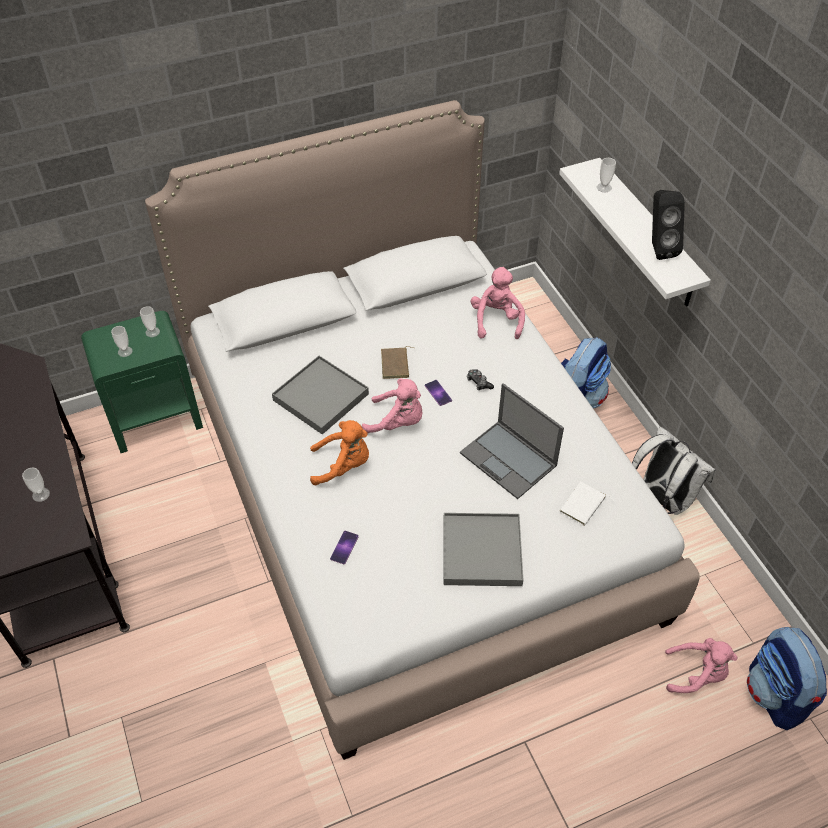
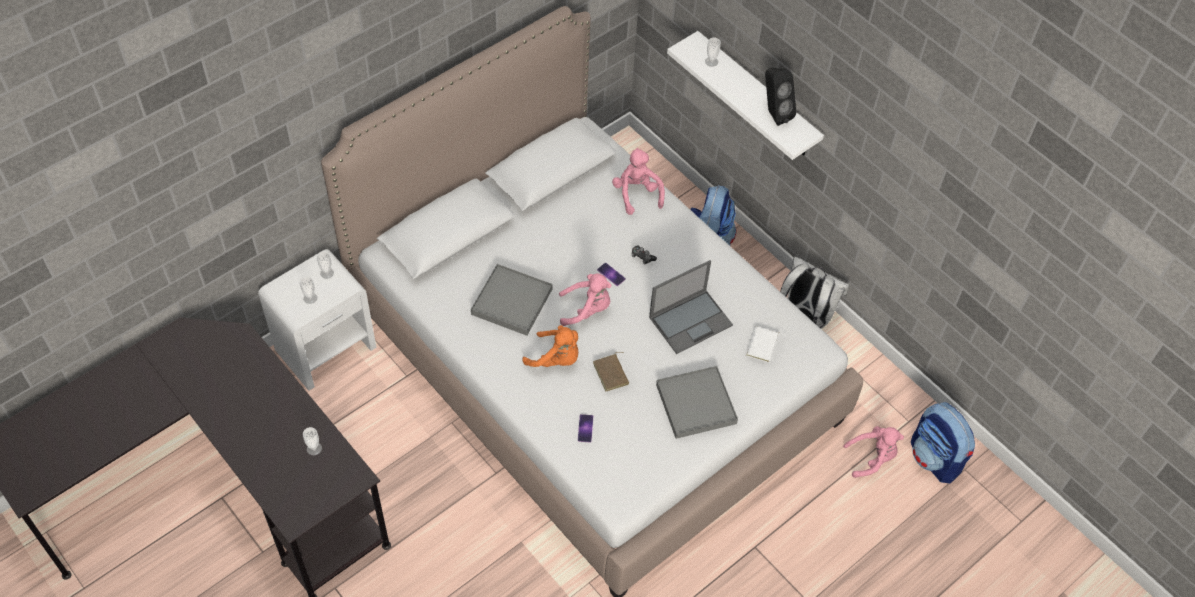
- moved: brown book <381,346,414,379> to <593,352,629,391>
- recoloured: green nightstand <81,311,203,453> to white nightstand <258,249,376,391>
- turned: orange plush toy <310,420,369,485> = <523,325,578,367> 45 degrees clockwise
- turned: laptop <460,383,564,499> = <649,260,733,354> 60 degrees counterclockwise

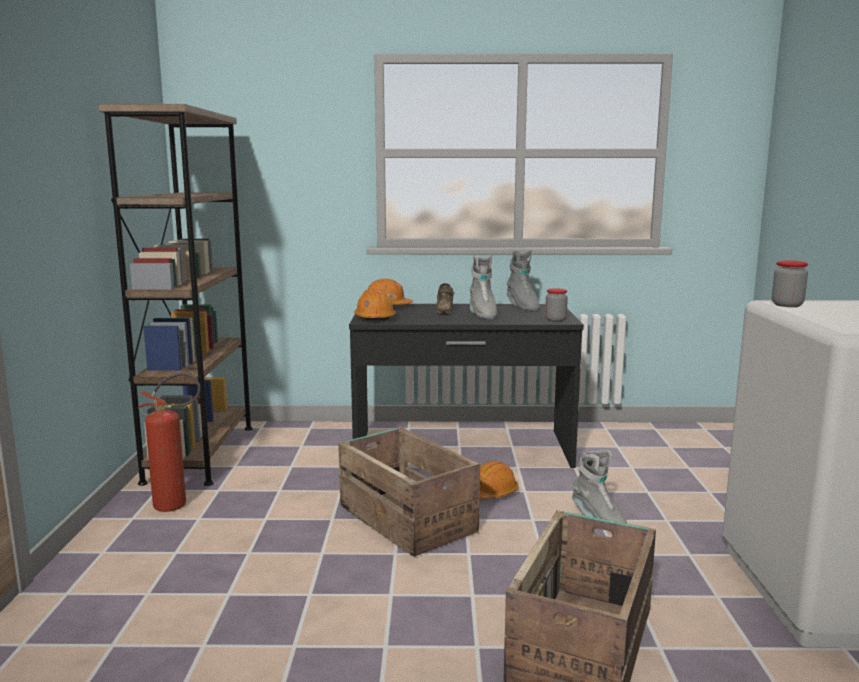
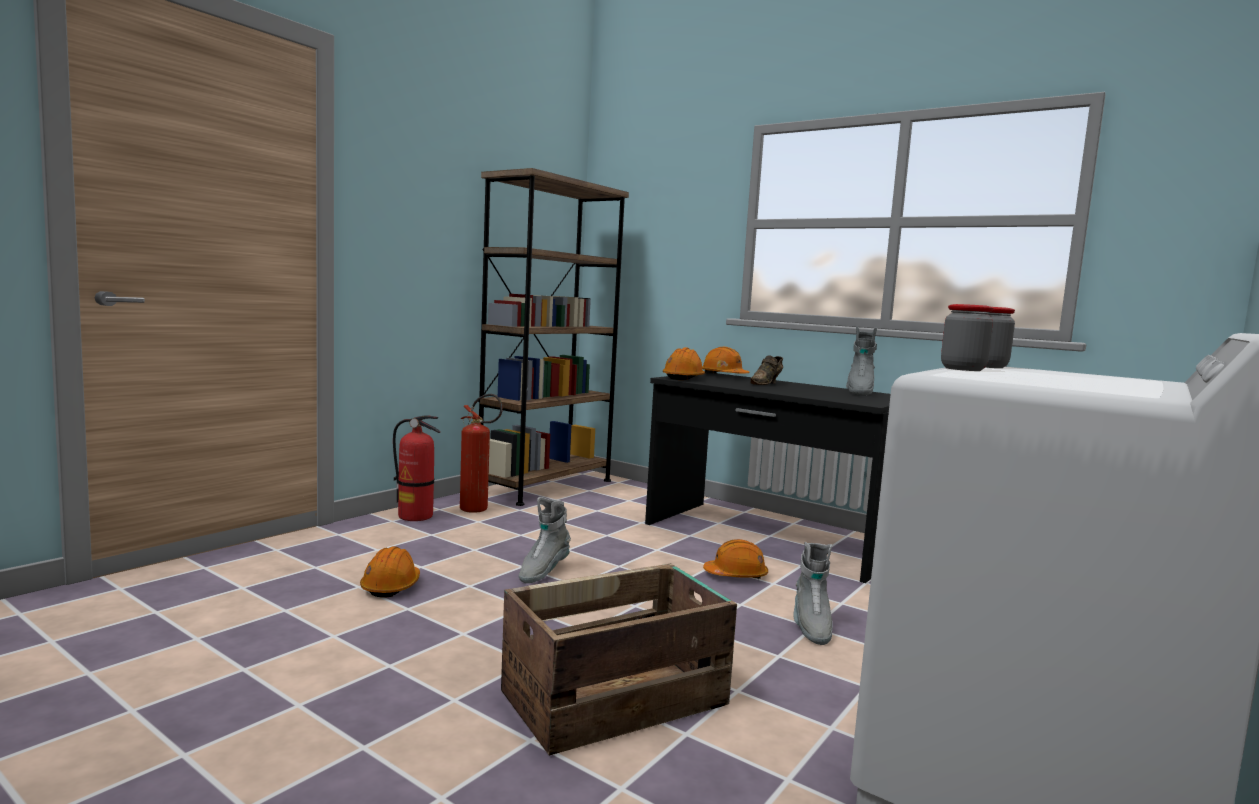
- removed: crate <338,427,480,557>
- added: orange hard hat <360,546,420,598>
- added: fire extinguisher <393,416,440,521>
- moved: grey boot <469,255,497,320> to <519,497,571,583>
- moved: jar <545,288,568,322> to <941,304,994,371>

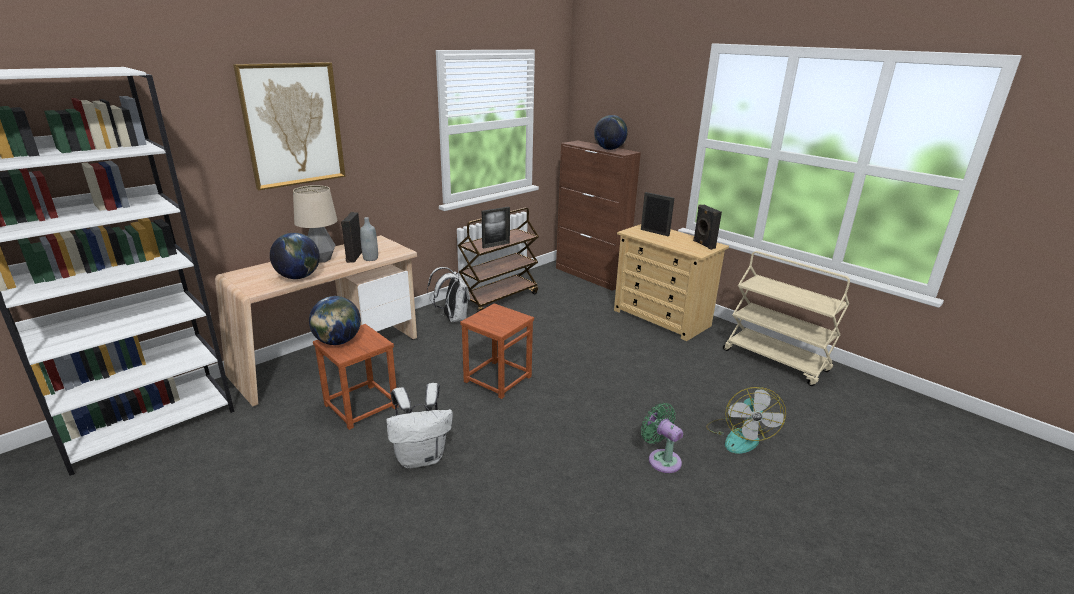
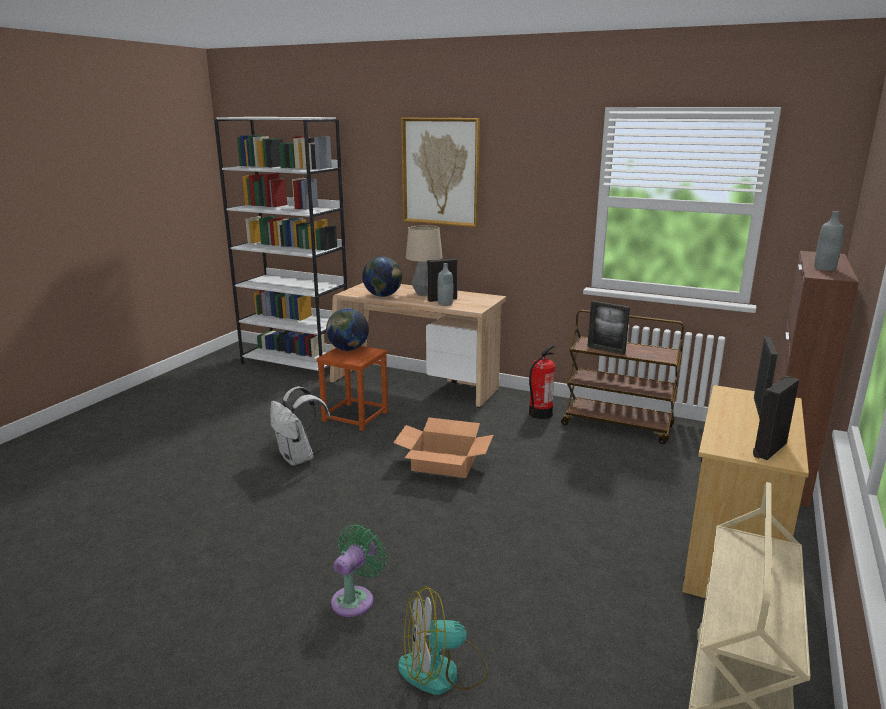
- replaced: white backpack <427,267,470,322> to fire extinguisher <529,345,555,419>
- replaced: brown stool <460,303,534,399> to cardboard box <393,417,493,478>
- replaced: globe <594,115,628,150> to grey bottle <814,211,844,271>

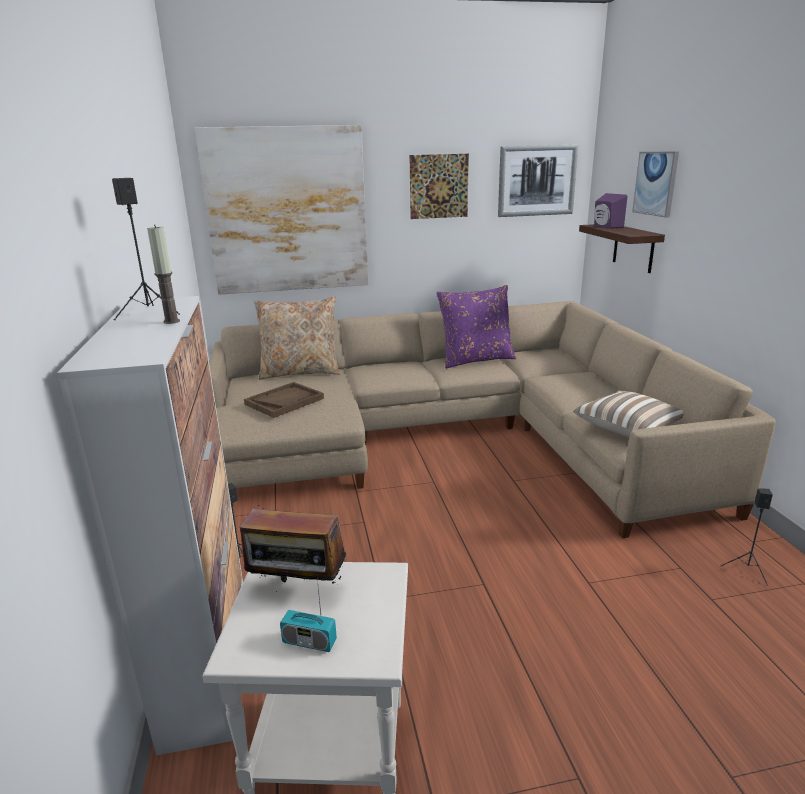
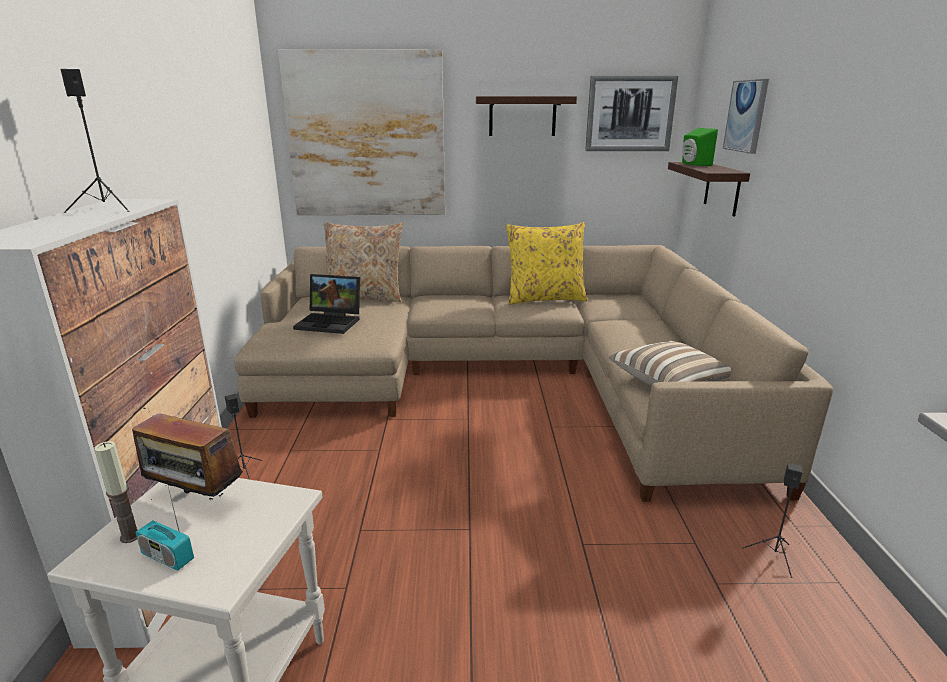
- moved: candle <147,224,180,324> to <94,441,137,543>
- replaced: brown tray <244,382,324,418> to laptop <293,274,360,334>
- replaced: picture <410,154,469,219> to shelf <476,96,577,136>
- recoloured: purple pillow <437,285,516,368> to yellow pillow <506,222,588,305>
- recoloured: purple speaker <594,193,628,228> to green speaker <682,128,718,166>

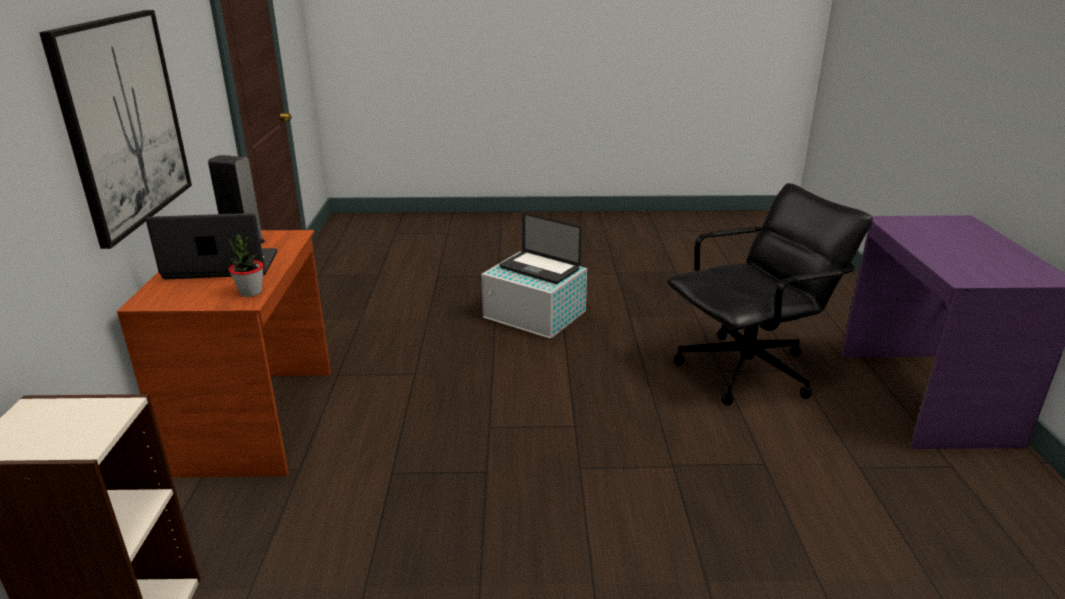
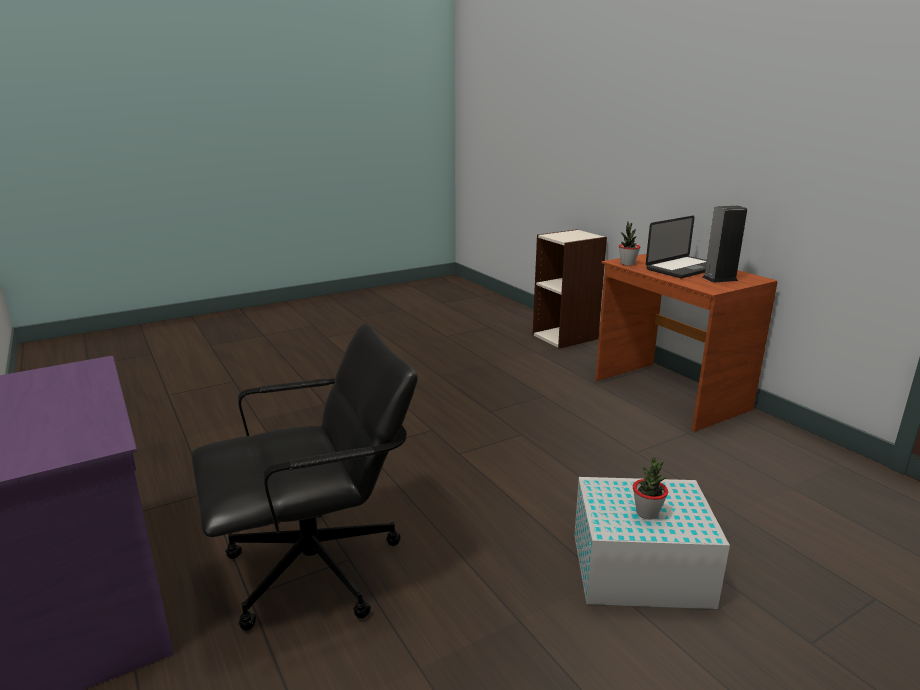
- removed: picture <39,10,192,249>
- replaced: laptop <499,213,582,284> to potted plant <633,457,668,520>
- turned: black office chair <667,183,873,406> = <191,323,418,631> 150 degrees counterclockwise

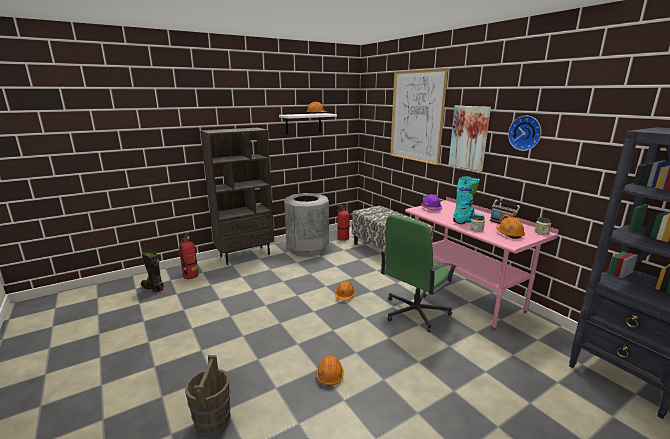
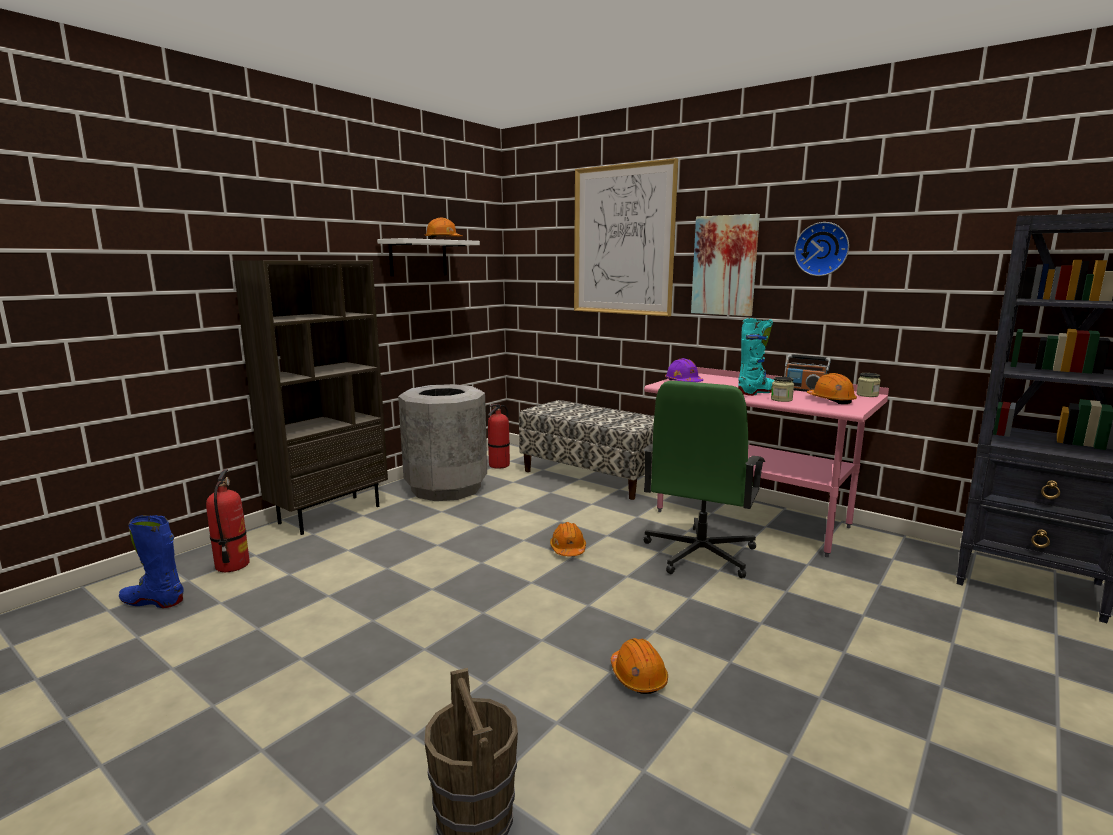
- recoloured: black boot <141,250,164,292> to blue boot <119,515,184,608>

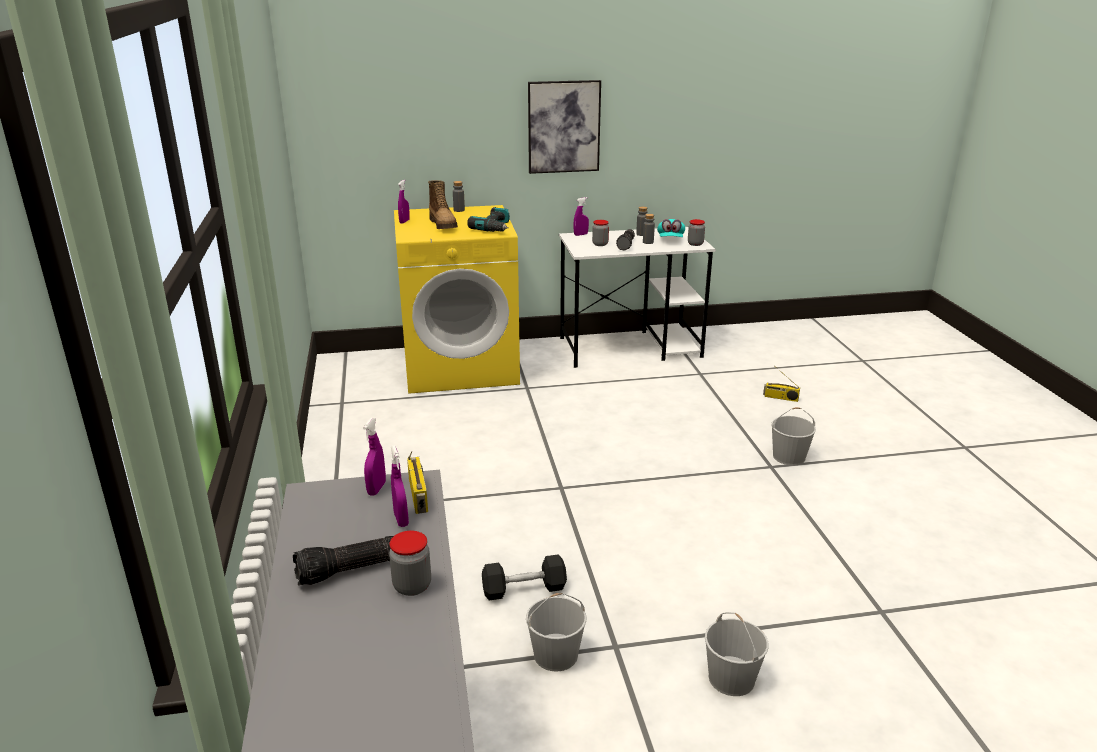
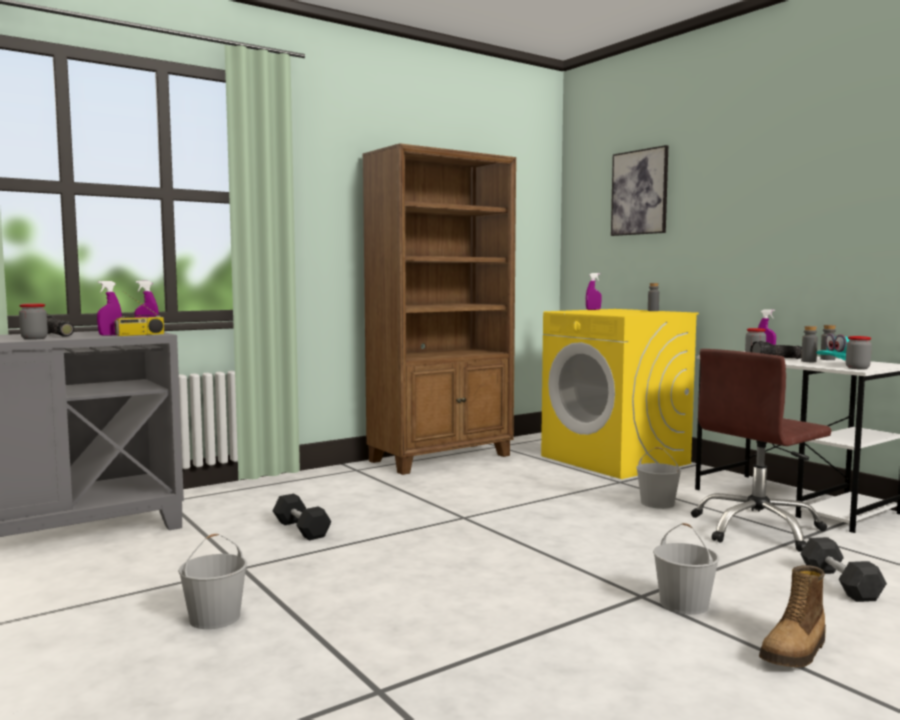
- removed: power drill <467,207,510,232>
- added: brown bookcase <362,143,516,475>
- added: brown office chair <691,349,832,552>
- moved: boot <428,180,458,229> to <759,565,826,667>
- moved: white bucket <526,593,586,672> to <636,447,681,509>
- moved: picture <528,80,601,174> to <611,145,668,236>
- replaced: radio <763,368,800,402> to grey dumbbell <800,537,887,602>

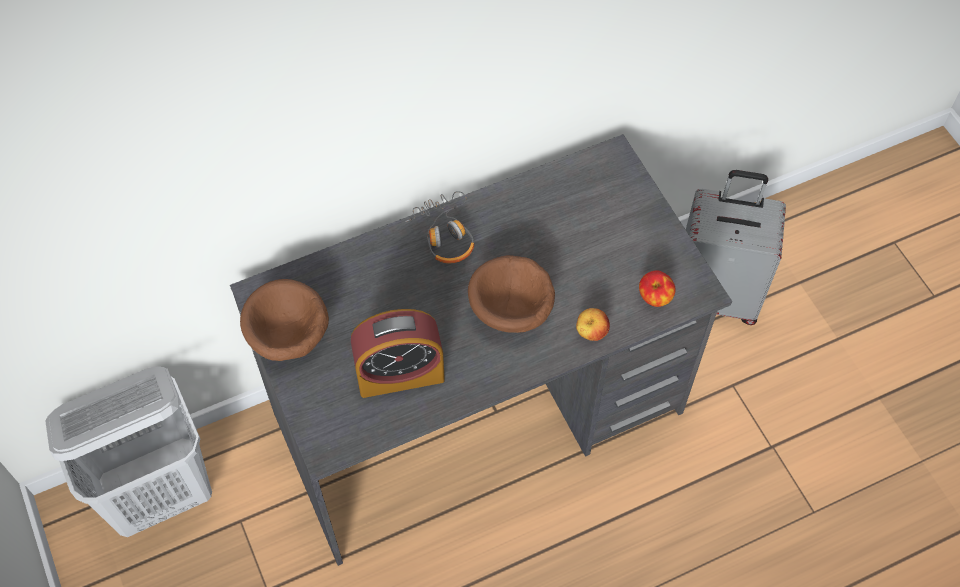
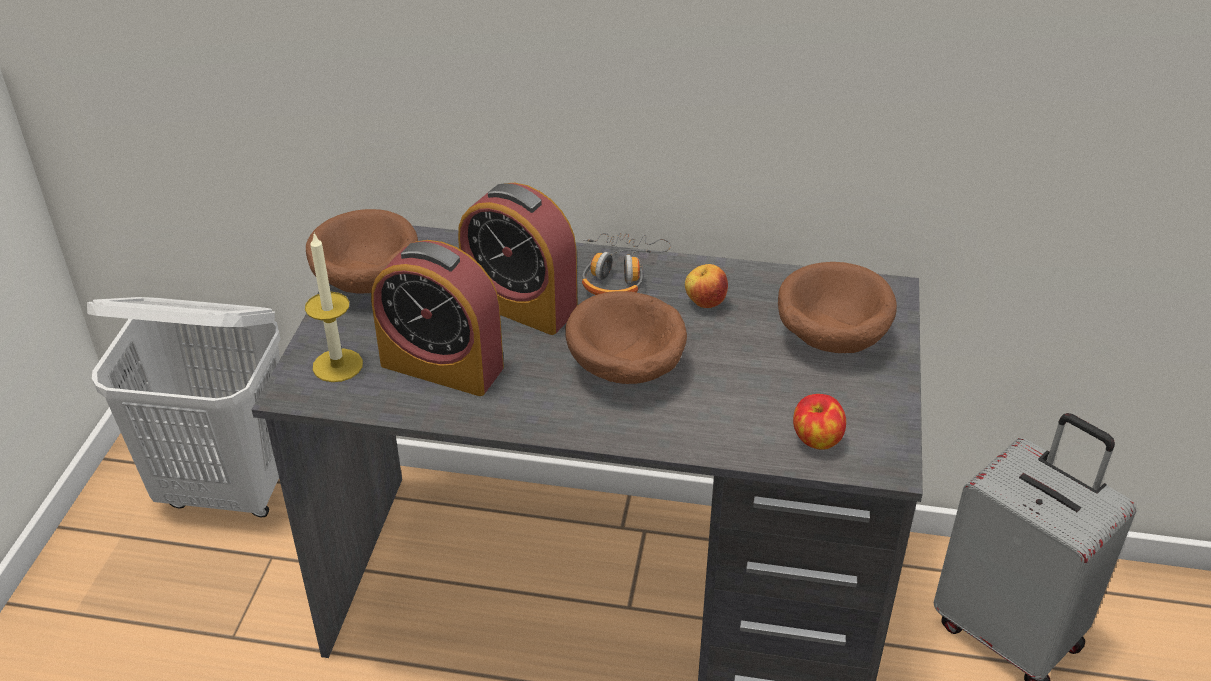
- added: candle <305,232,363,382>
- added: alarm clock <458,183,578,335>
- added: brown bowl <778,262,897,353>
- moved: apple <576,308,610,341> to <685,264,728,308>

